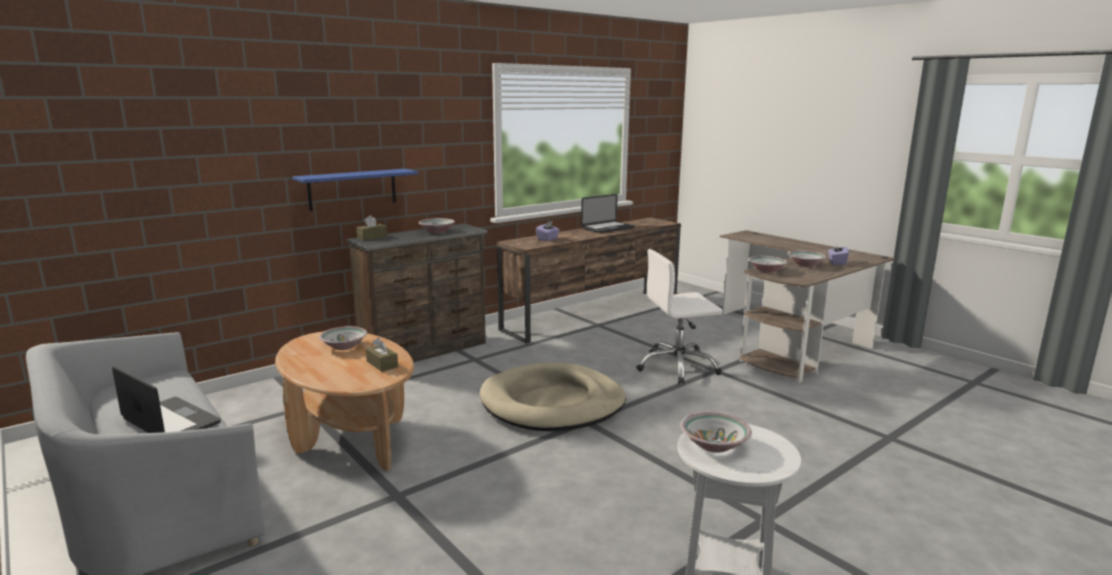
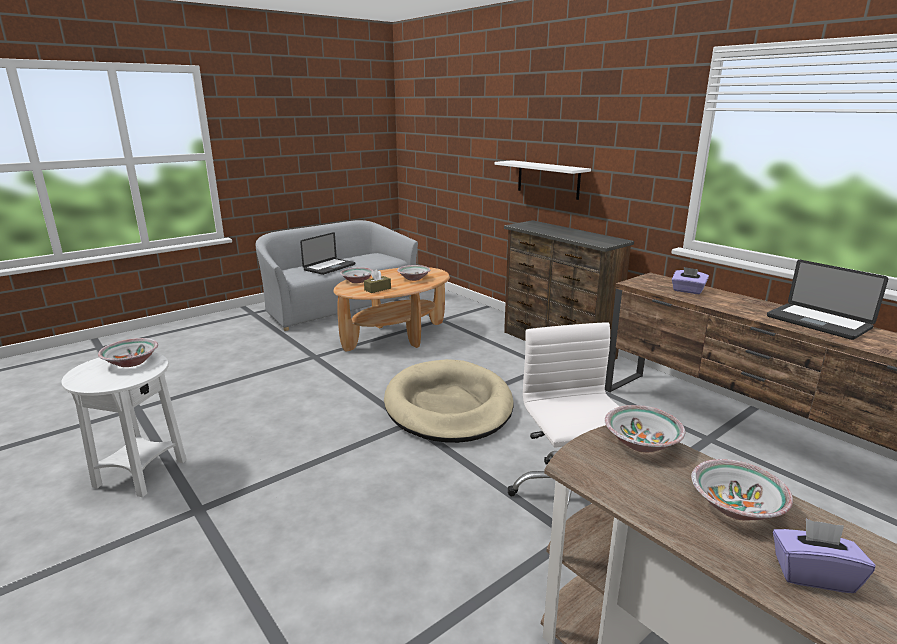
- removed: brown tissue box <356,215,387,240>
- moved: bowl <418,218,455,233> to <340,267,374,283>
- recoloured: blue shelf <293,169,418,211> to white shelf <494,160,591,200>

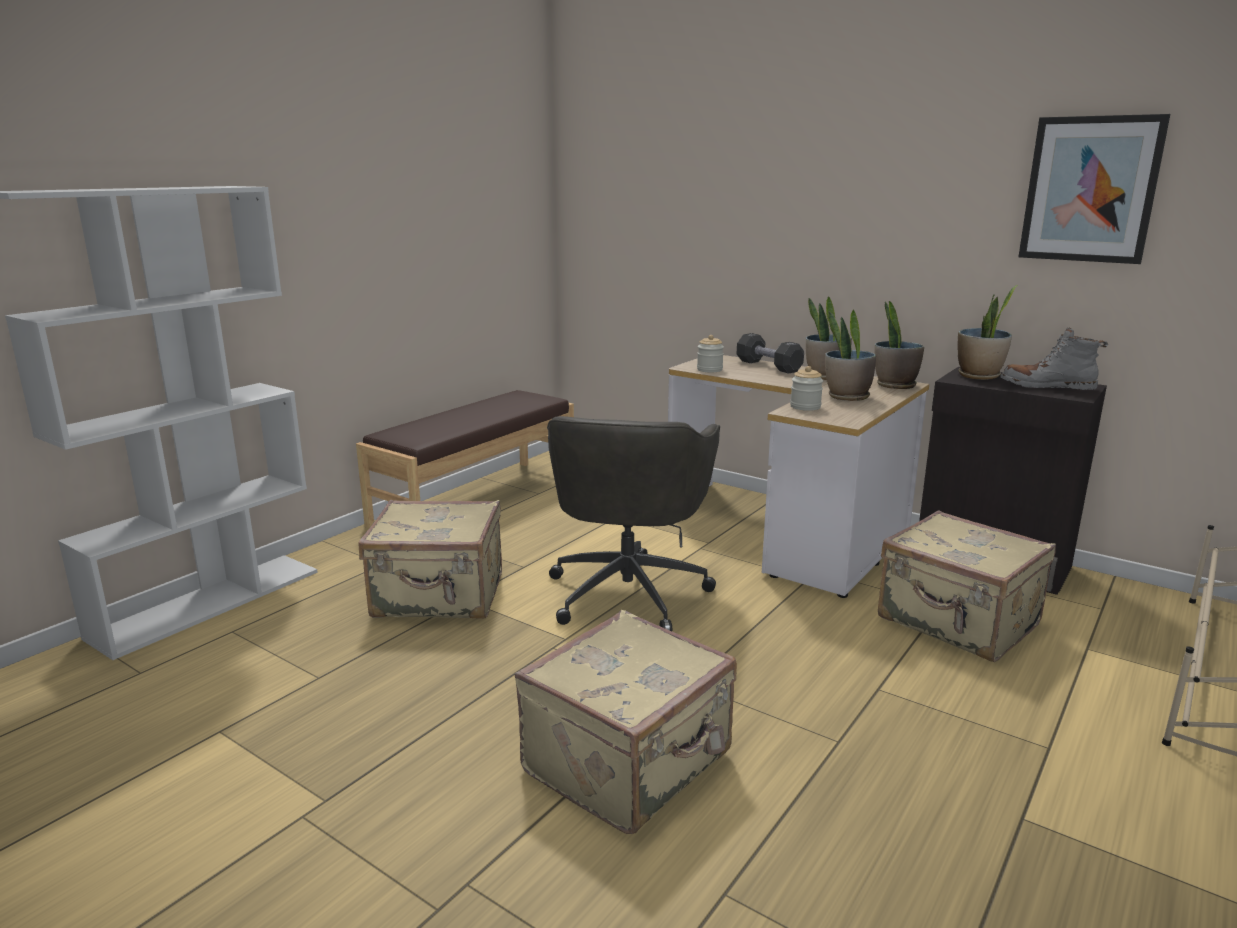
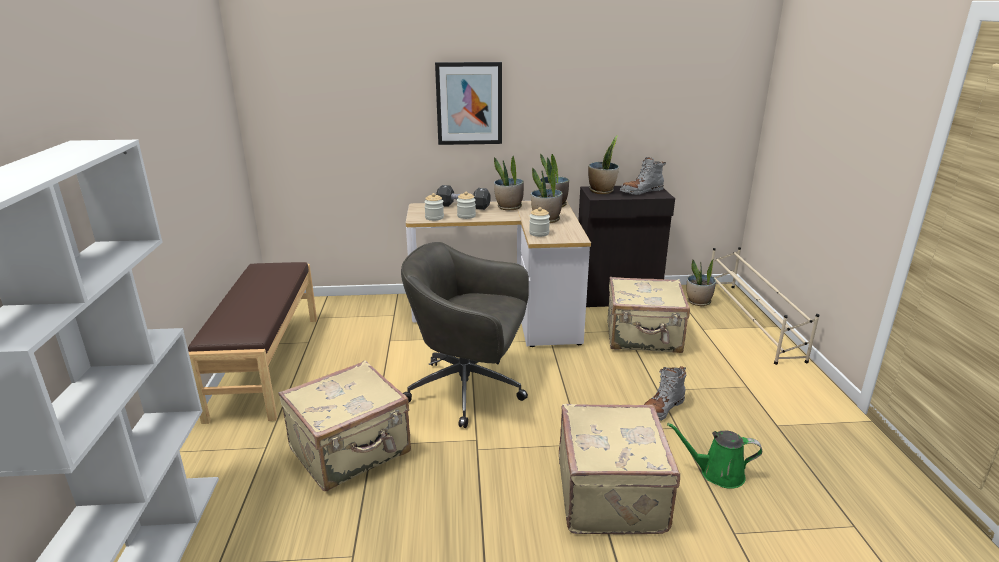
- added: jar <457,192,476,219>
- added: grey boot <644,366,686,421>
- added: green watering can <667,423,762,489>
- added: potted plant <687,259,716,306>
- moved: picture <1018,114,1170,264> to <435,62,502,145>
- turned: grey office chair <547,416,720,631> = <401,242,529,428> 135 degrees clockwise

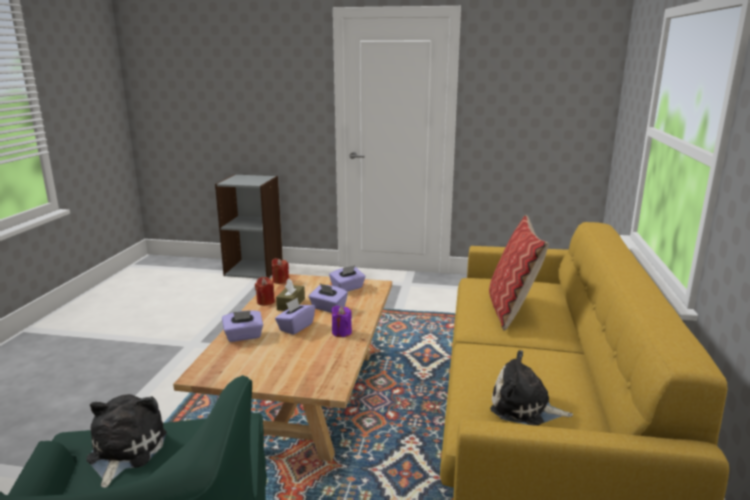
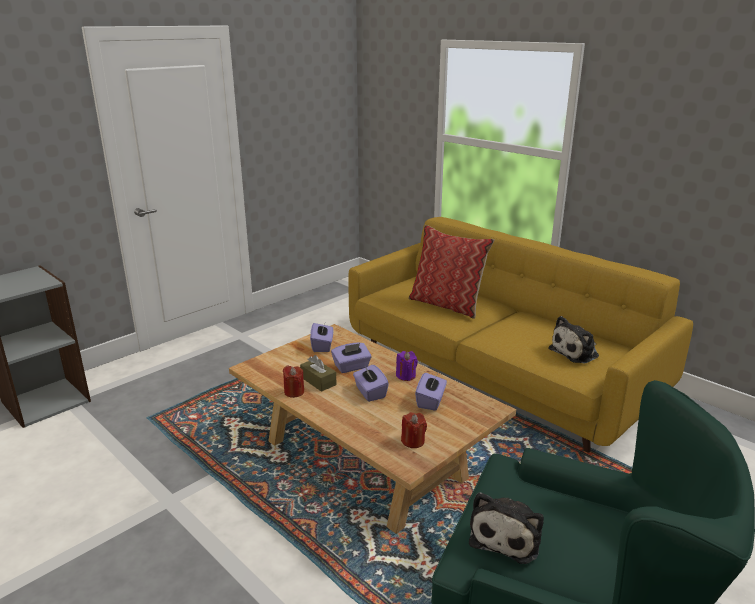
- moved: purple tissue box <222,310,263,342> to <415,373,447,411>
- moved: red candle <272,258,289,284> to <401,412,427,448>
- turned: plush toy <86,394,167,488> = <469,492,544,564> 105 degrees counterclockwise

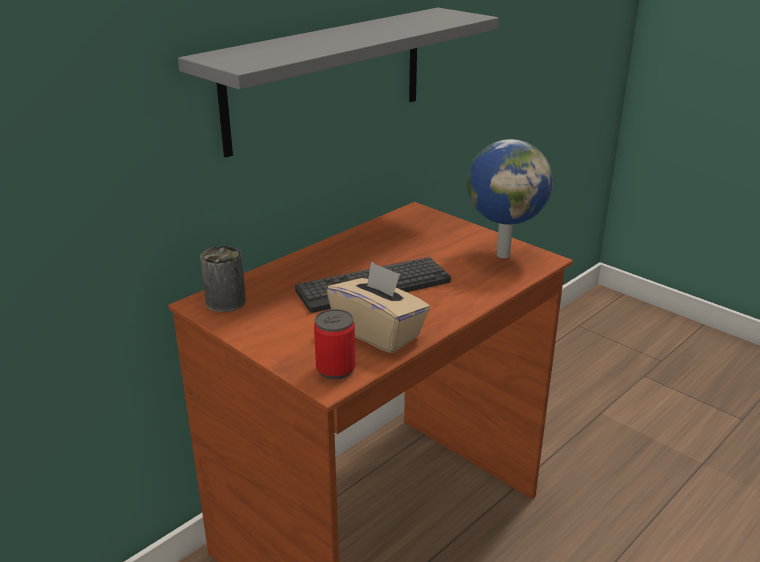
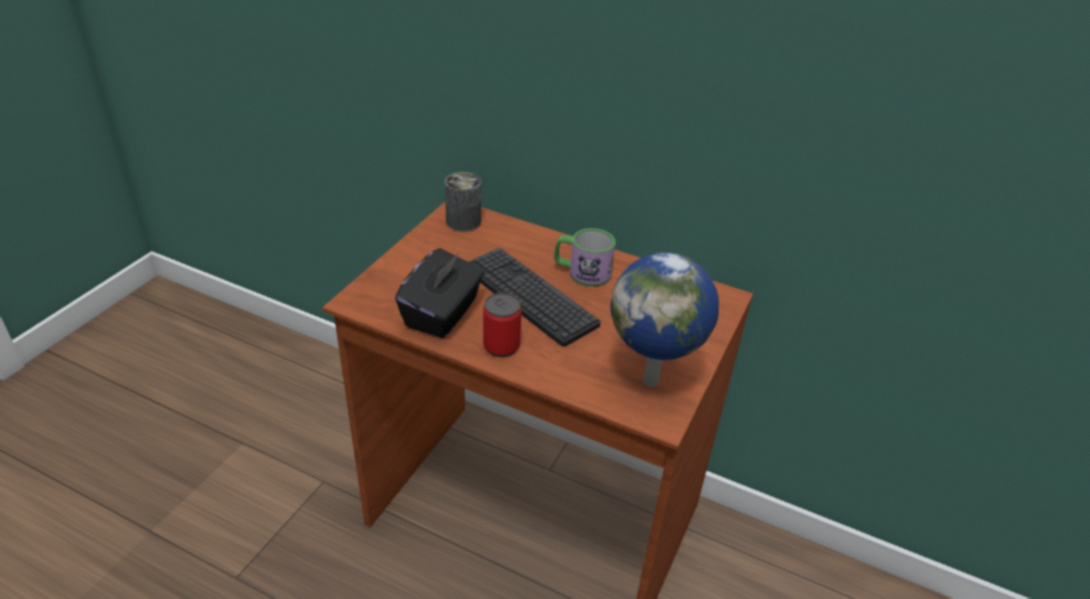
- removed: grey shelf <178,8,499,157>
- added: mug <554,228,615,287>
- moved: can <314,309,355,379> to <483,293,522,357>
- recoloured: beige tissue box <327,261,430,353> to black tissue box <395,248,484,338>

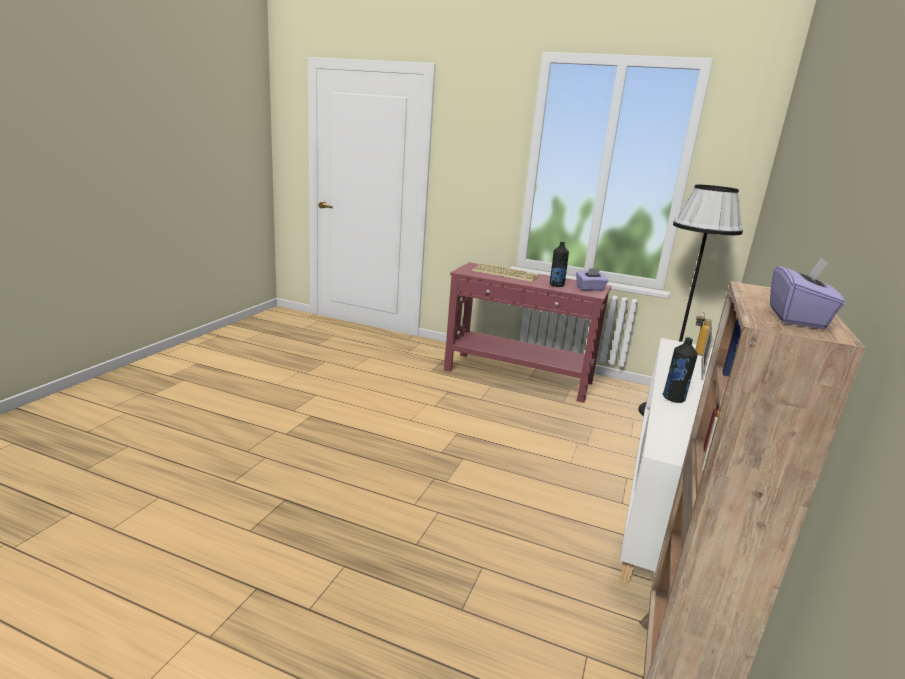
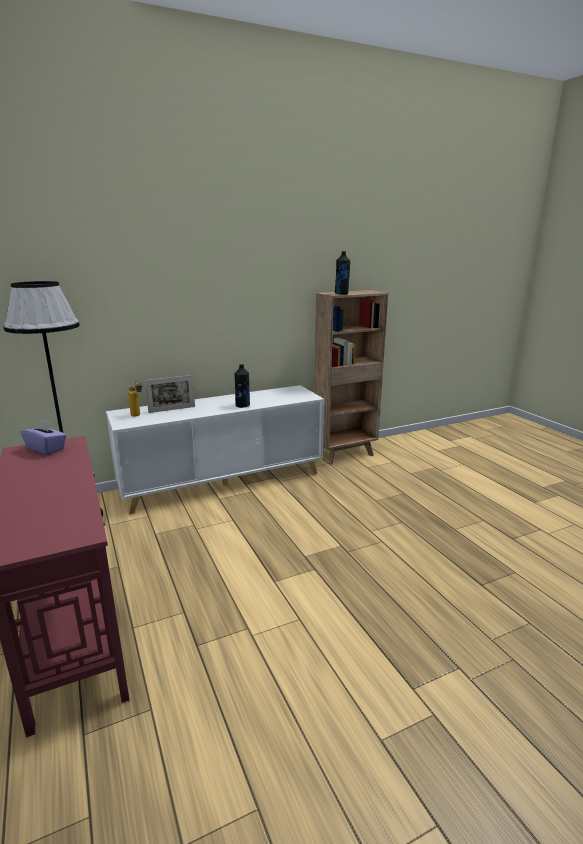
- removed: keyboard <472,263,539,282>
- removed: purple tissue box <770,257,845,329>
- moved: black bottle <550,241,569,287> to <335,251,350,295>

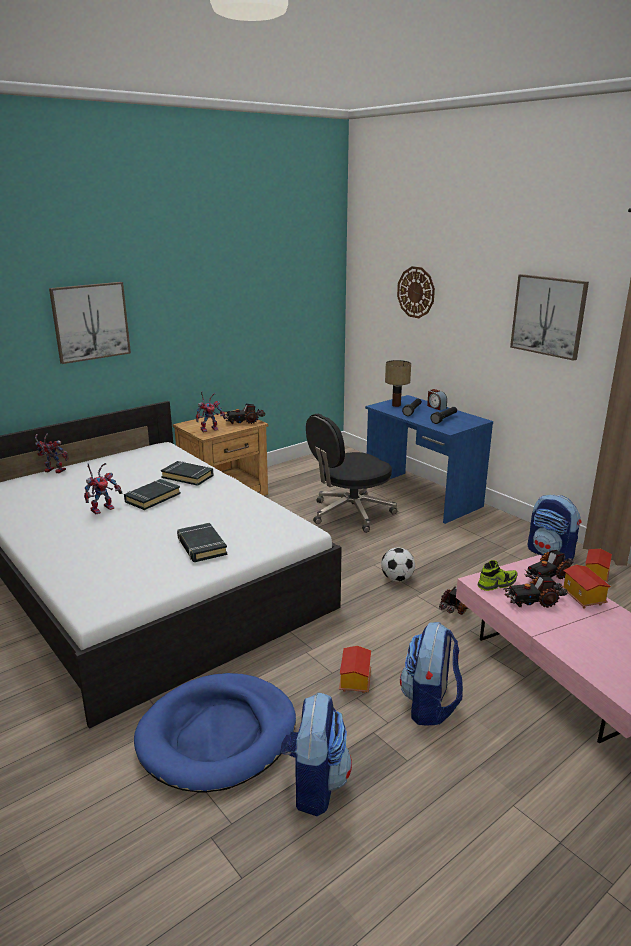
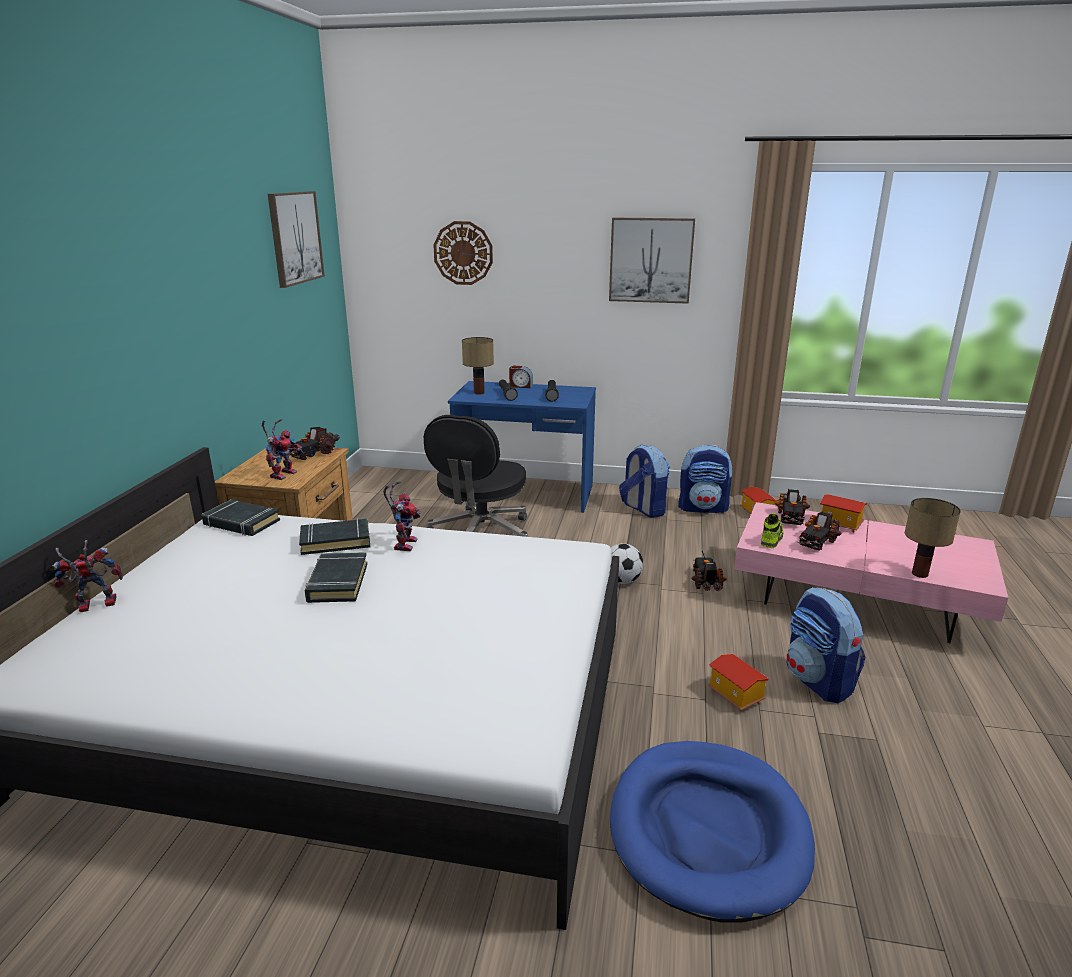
- added: table lamp <905,498,961,578>
- moved: picture <49,282,131,364> to <268,191,325,288>
- moved: toy robot <84,463,123,514> to <383,481,420,551>
- moved: black book <177,523,227,562> to <201,499,280,536>
- moved: backpack <280,692,352,816> to <619,444,670,518>

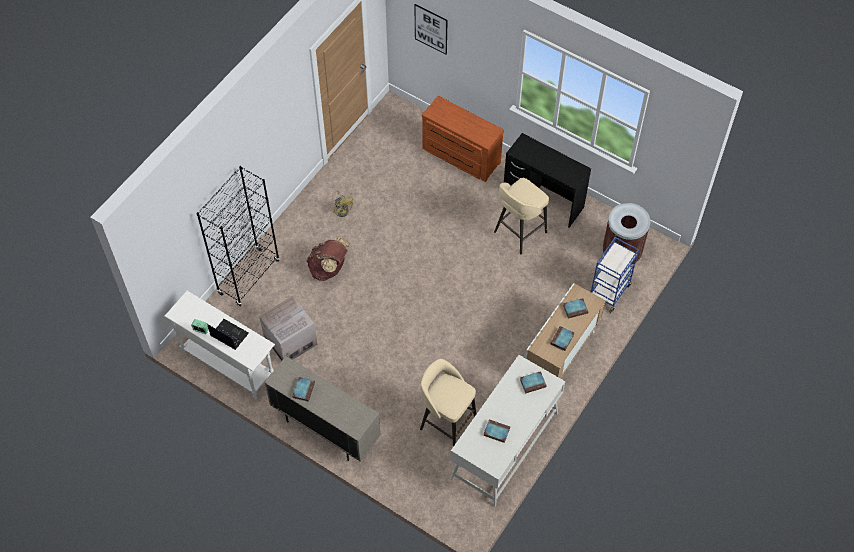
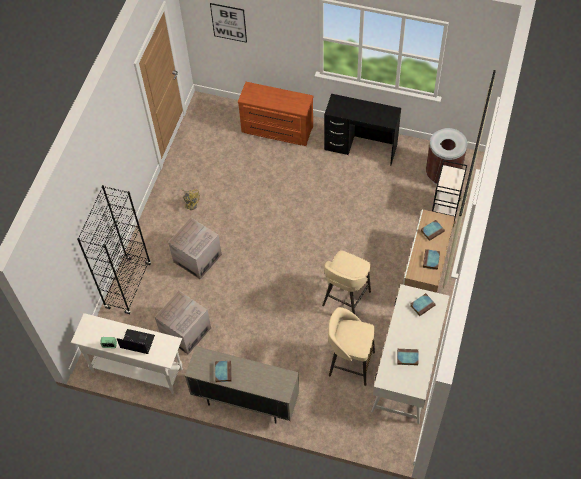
- moved: beige stool <494,178,549,255> to <322,250,371,314>
- replaced: brown backpack <307,238,350,281> to cardboard box <168,218,222,280>
- recoloured: blue cart <591,237,639,313> to black cart <432,160,467,228>

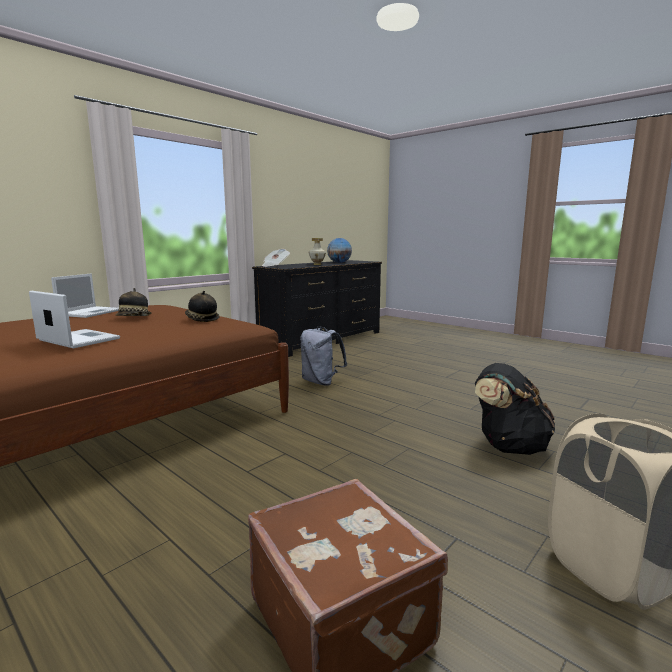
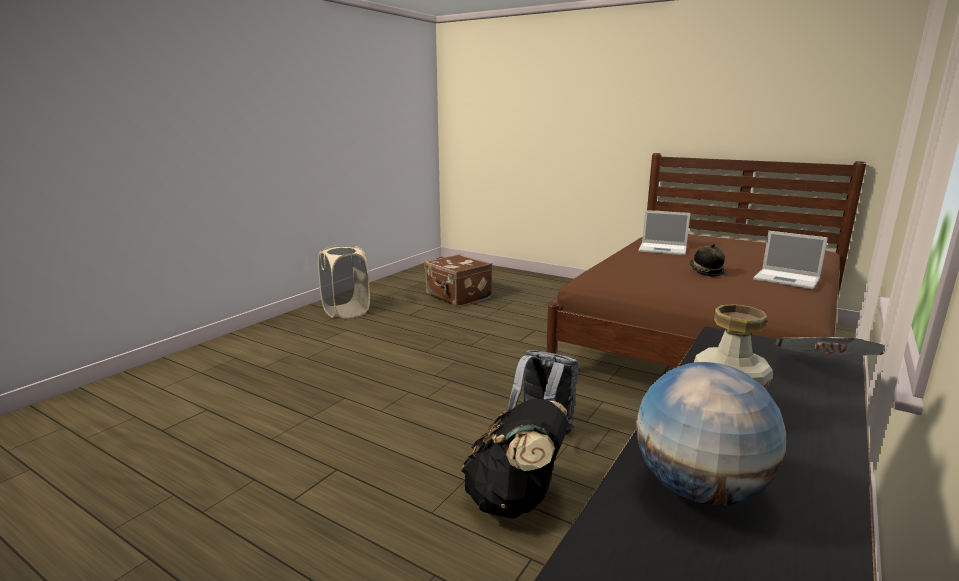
- removed: hat <185,291,220,322>
- moved: black backpack <475,363,555,455> to <462,399,569,518>
- turned: laptop <51,273,119,318> = <753,231,828,289> 60 degrees counterclockwise

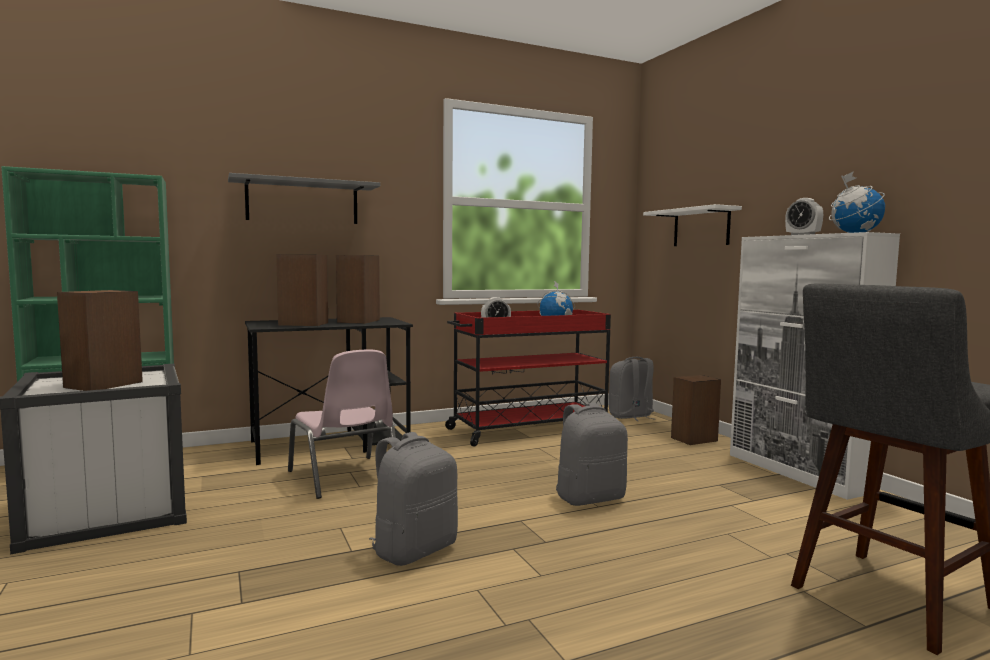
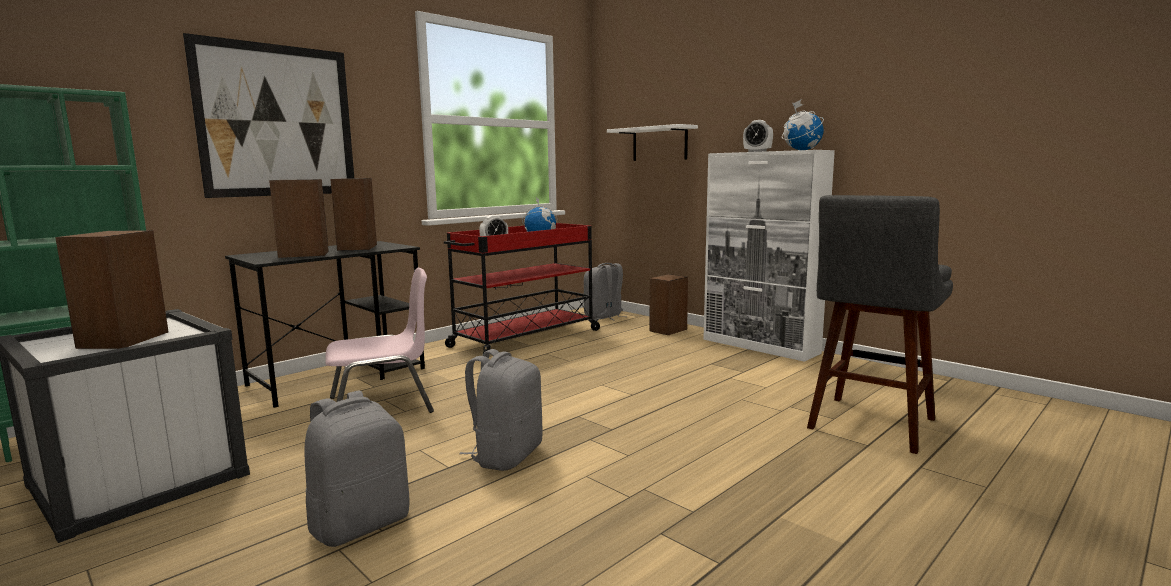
- moved: grey backpack <556,403,628,506> to <304,390,409,547>
- replaced: grey shelf <228,173,380,224> to picture <183,33,354,198>
- turned: pink chair <288,350,396,499> = <325,268,434,413> 60 degrees counterclockwise

